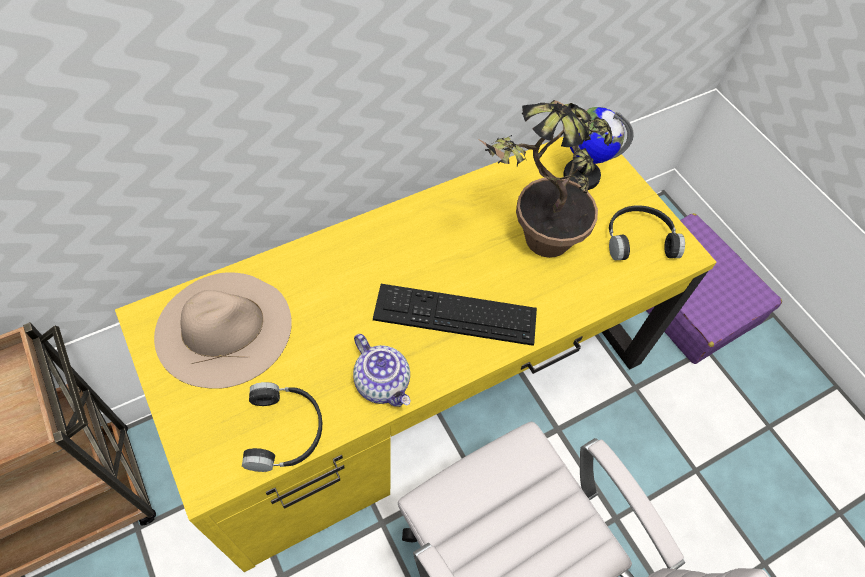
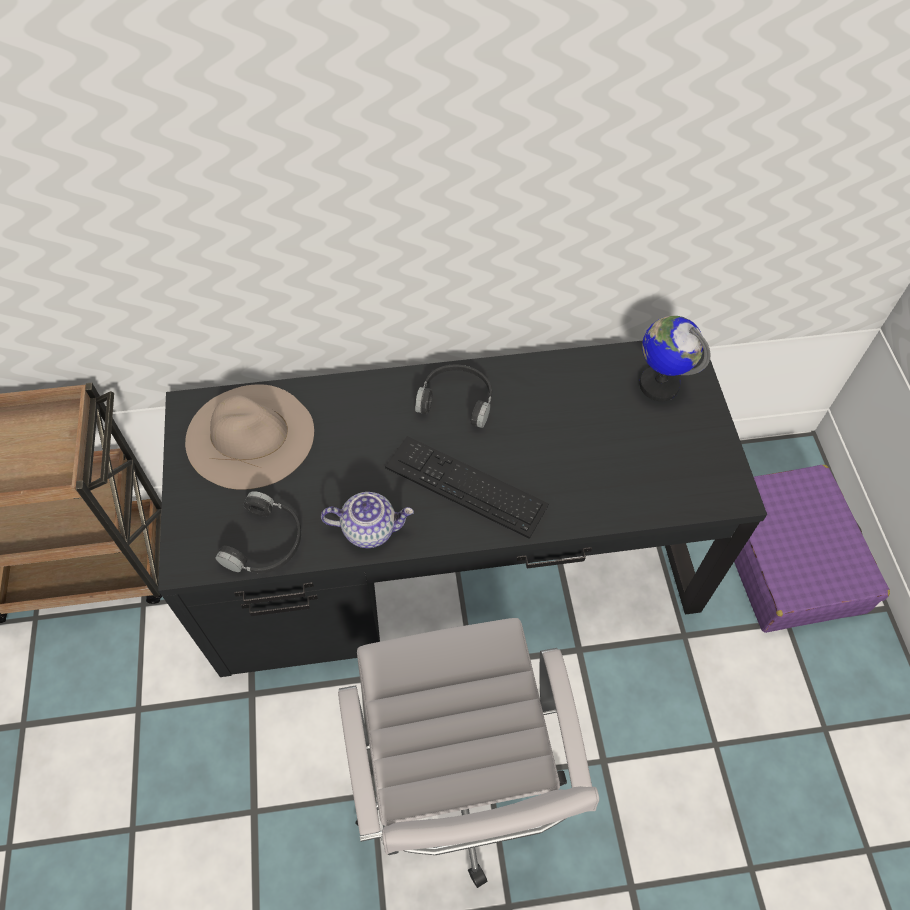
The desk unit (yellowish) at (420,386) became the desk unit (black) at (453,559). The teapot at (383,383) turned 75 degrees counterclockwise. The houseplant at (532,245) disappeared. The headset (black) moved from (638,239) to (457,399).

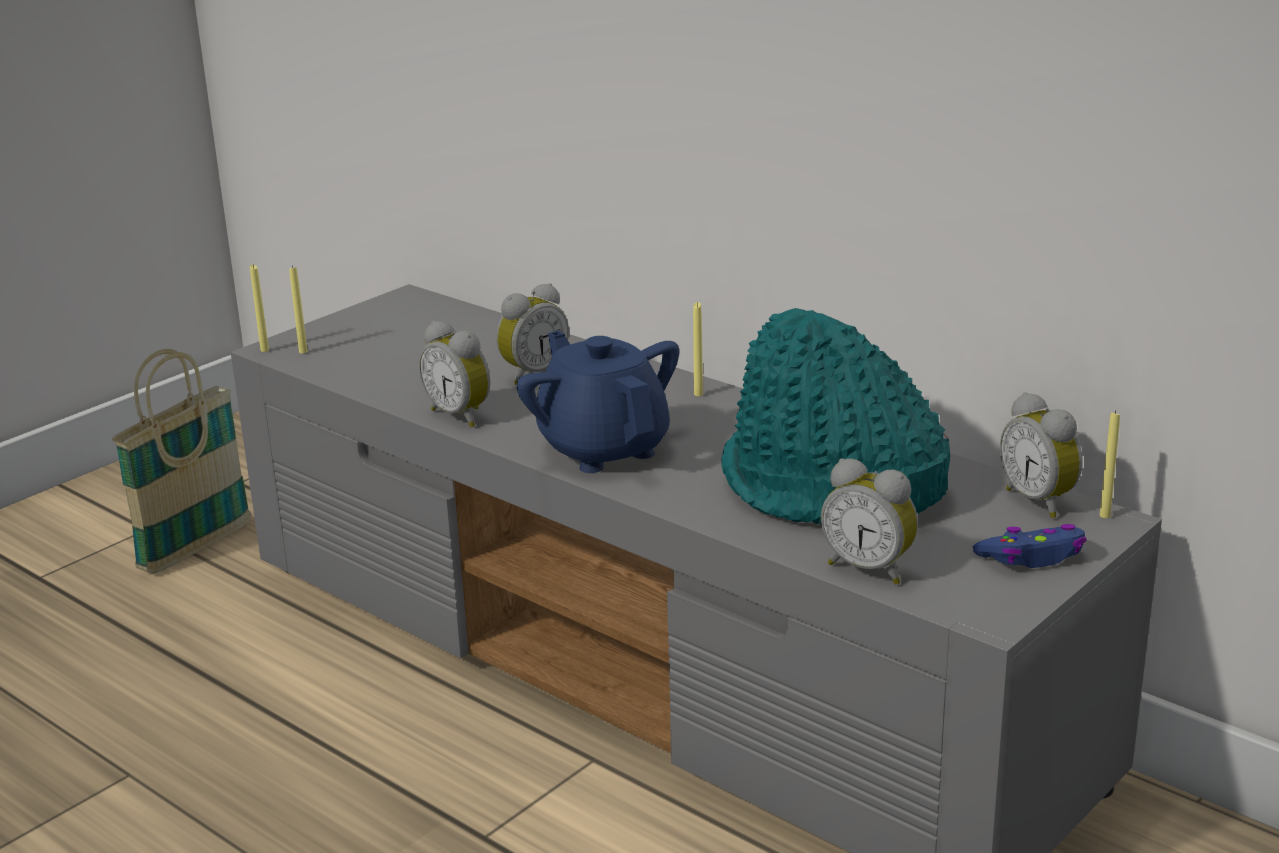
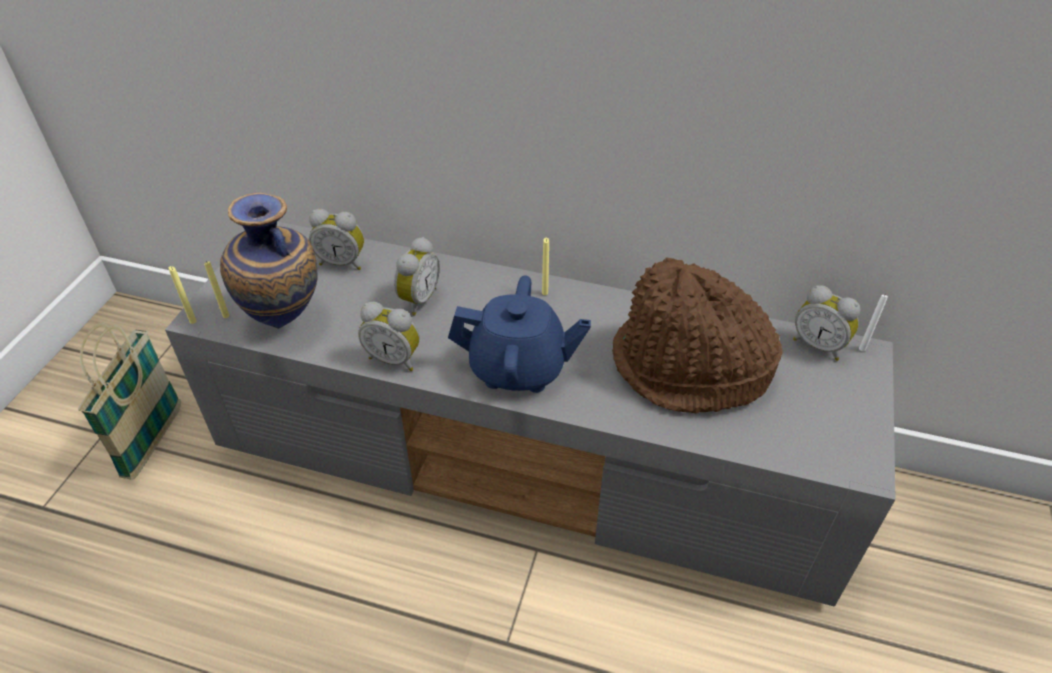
The teapot (bluish) at (603,448) turned 150 degrees clockwise. The clothing hat (turquoise) at (829,488) became the clothing hat (brownish) at (690,368). The alarm clock moved from (870,568) to (342,262). The game controller (bluish) at (1033,557) disappeared. The wax candle (yellowish) at (1104,516) became the wax candle (white) at (862,349). The vase at (286,320) appeared.

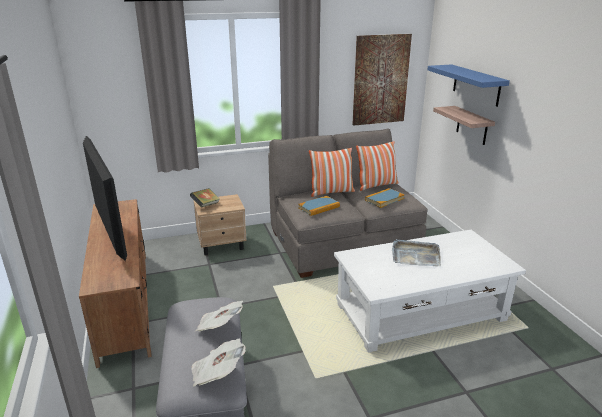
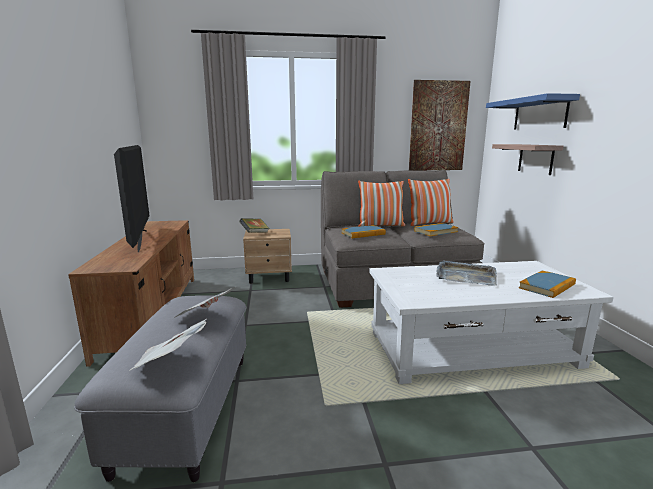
The volume at (547,286) appeared.

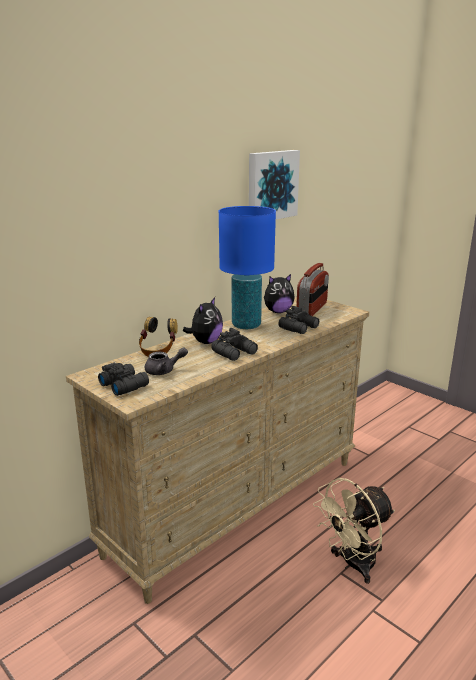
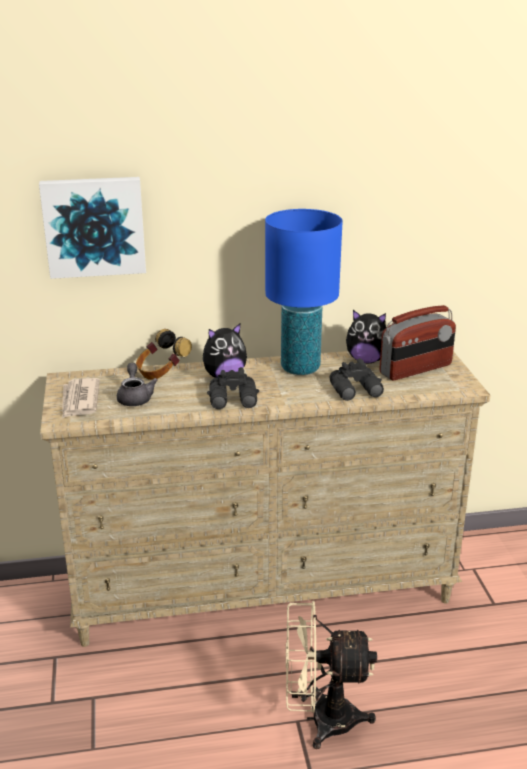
The field glasses (black) at (124,385) was replaced by the newspaper at (79,400). The teapot (greyish) at (164,371) turned 120 degrees counterclockwise. The picture moved from (271,185) to (94,226).

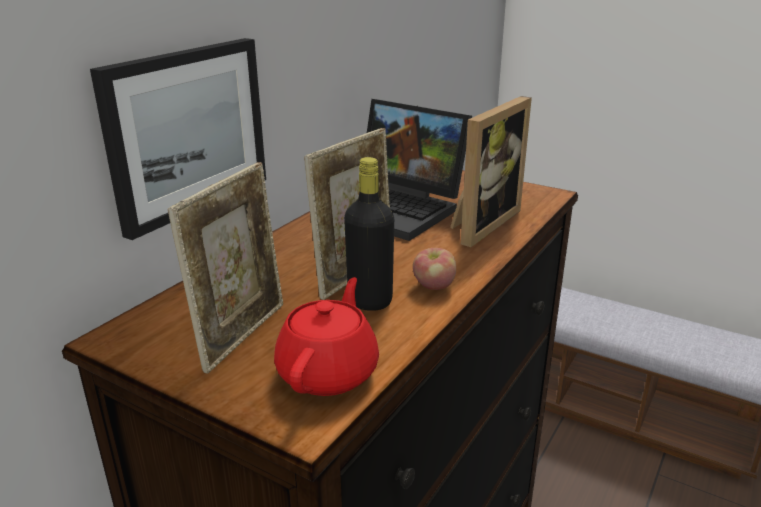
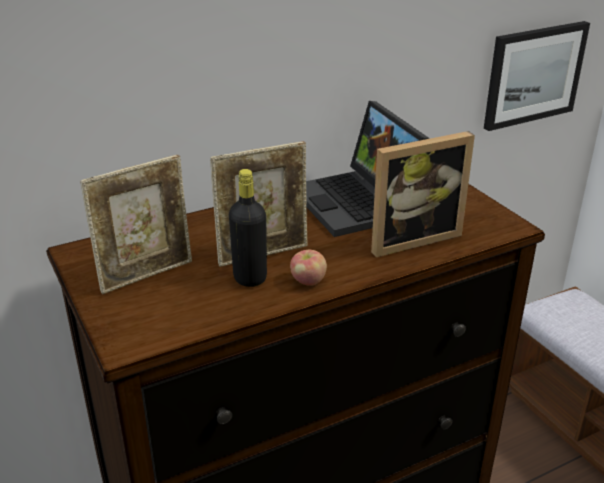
The picture moved from (187,132) to (533,74). The teapot (red-coloured) at (329,372) disappeared.

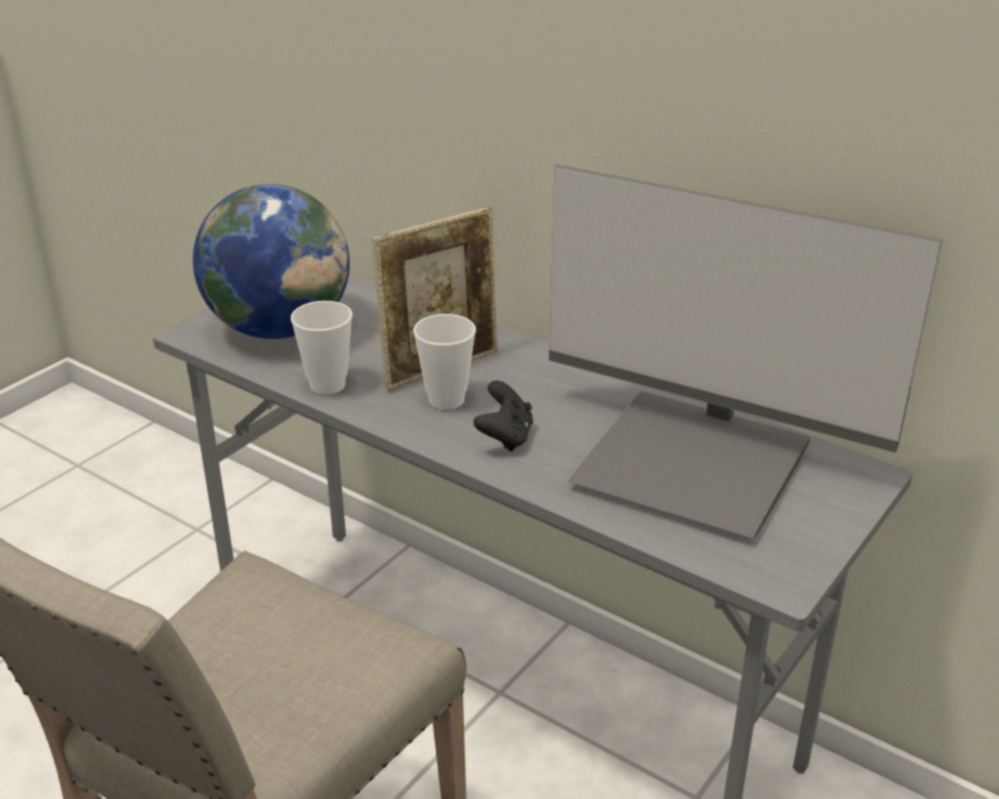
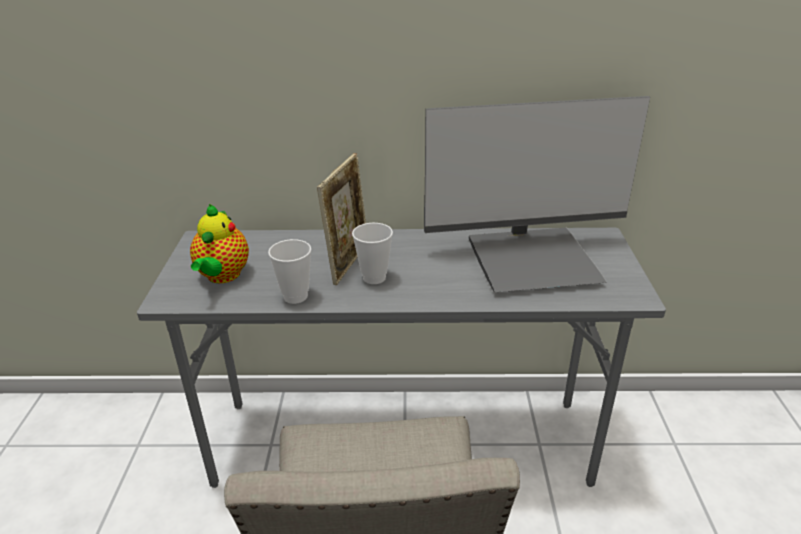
The world globe at (279,328) was replaced by the teapot at (222,276). The game controller (black) at (505,437) disappeared.

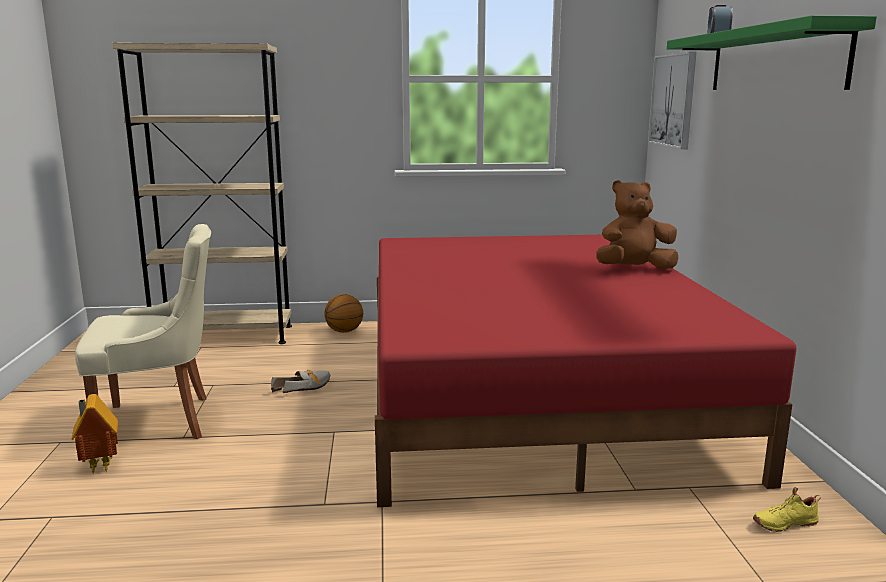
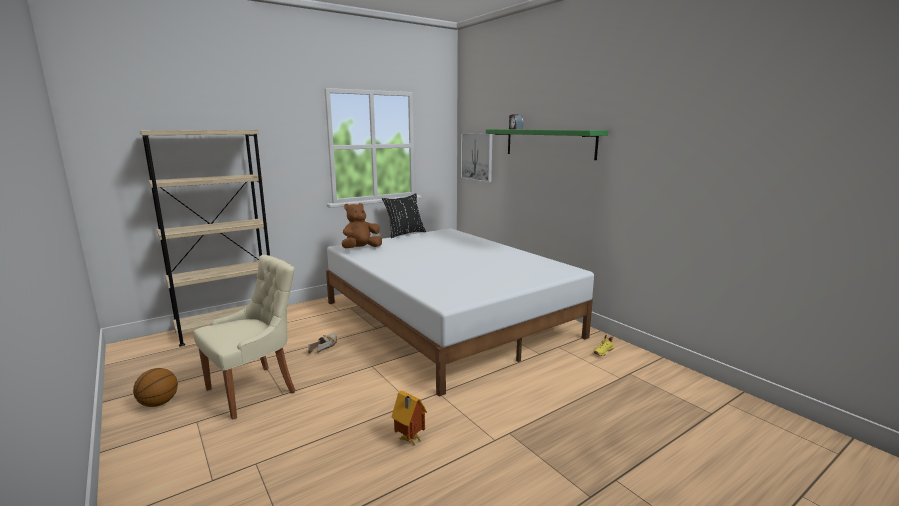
The toy house moved from (98,467) to (409,440). The basketball ball moved from (344,331) to (158,403). The bed (red-coloured) at (530,388) became the bed (white) at (447,318). The soft toy (brownish) moved from (634,269) to (361,249). The cushion (black) at (404,234) appeared.

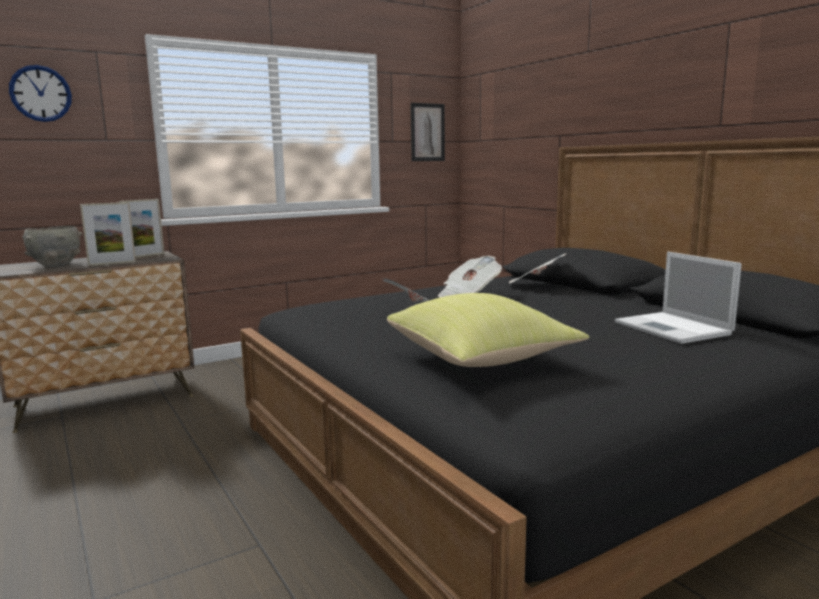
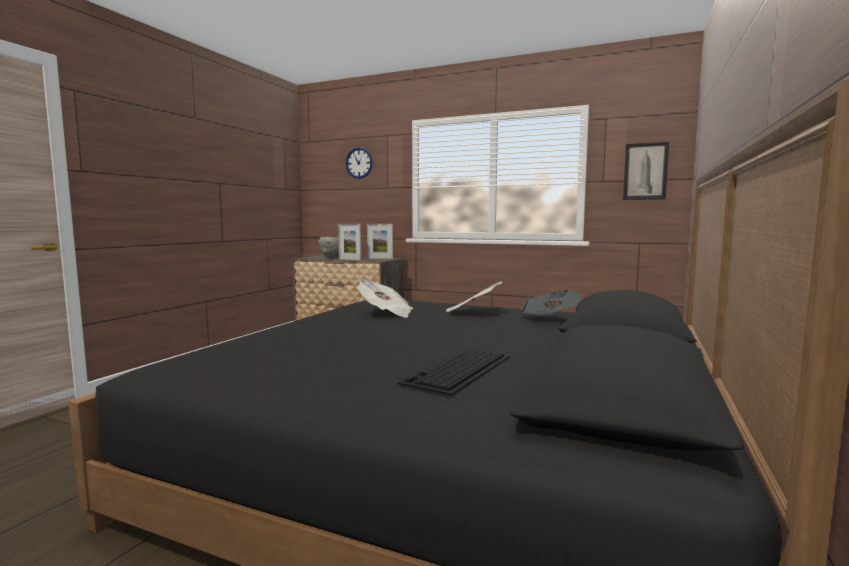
The cushion (yellowish) at (482,360) disappeared. The portable computer at (674,329) was replaced by the computer keyboard at (458,369).

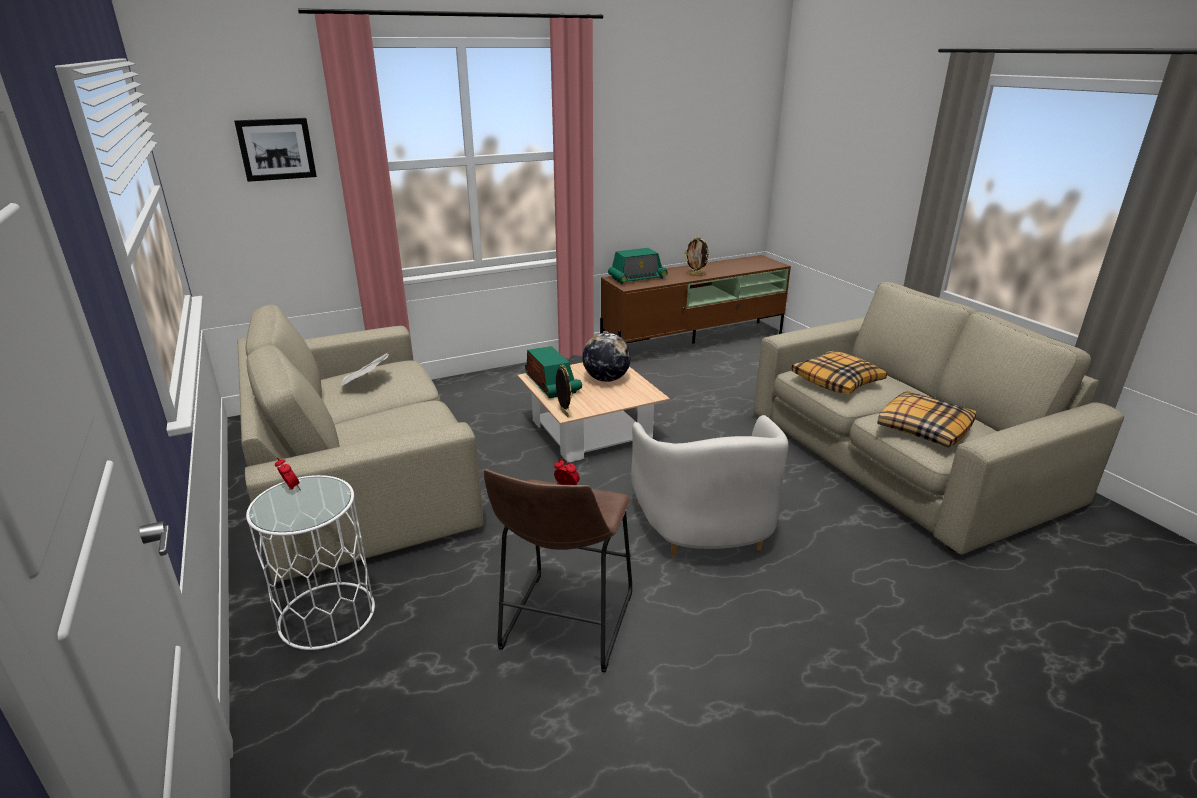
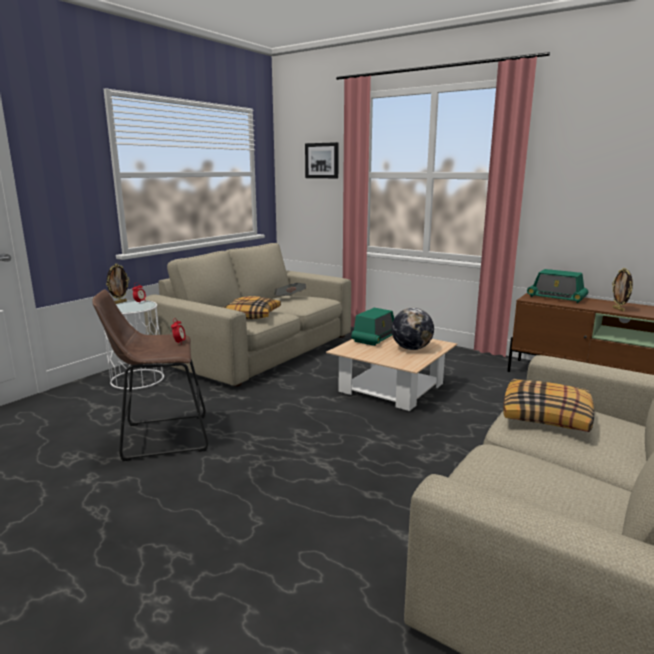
The photo frame moved from (563,413) to (119,302). The armchair (white) at (706,527) disappeared. The cushion moved from (923,428) to (251,315).

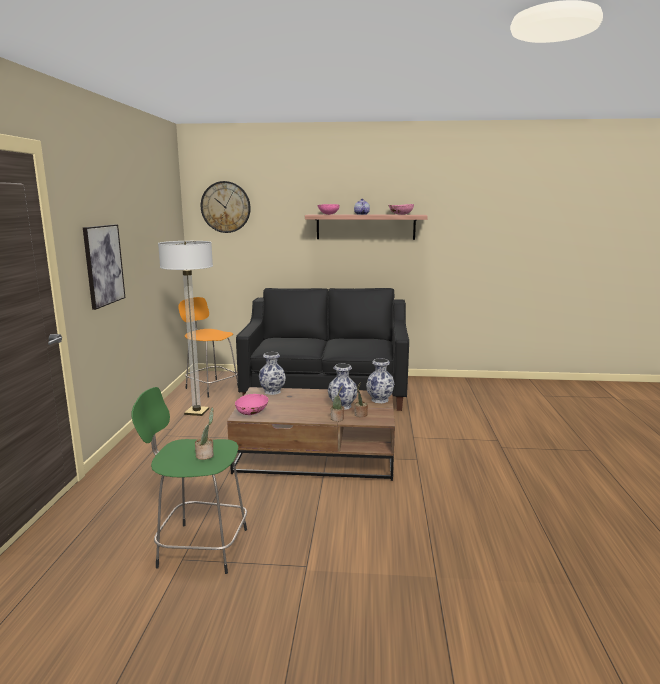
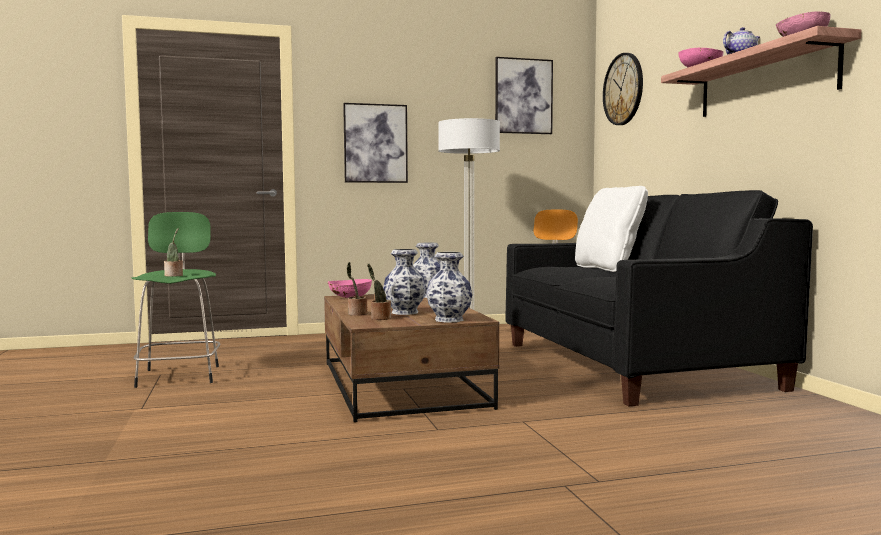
The picture at (523,96) appeared. The cushion (white) at (608,269) appeared.

